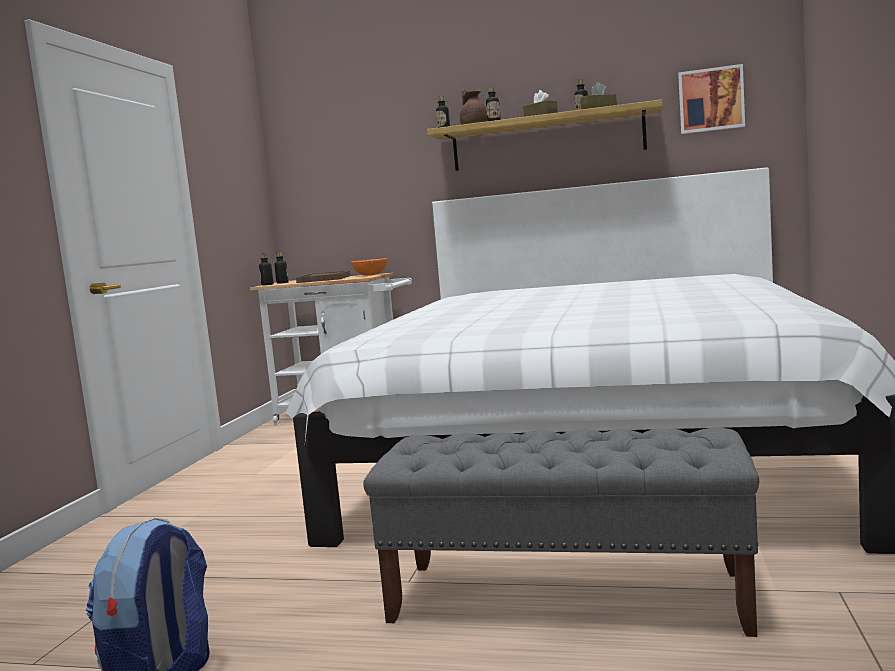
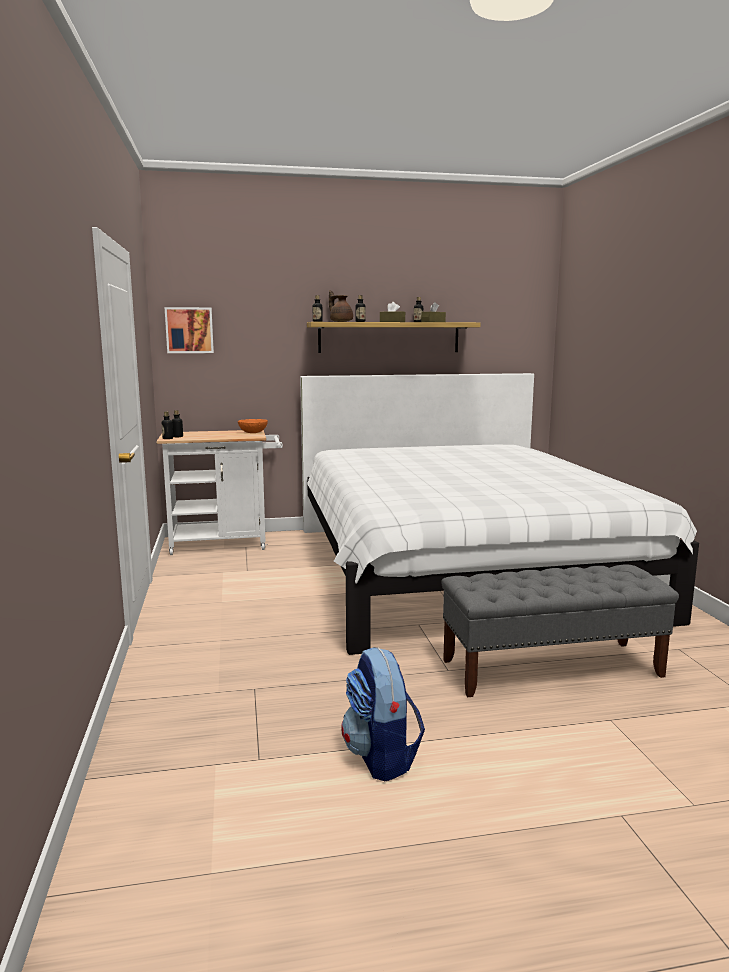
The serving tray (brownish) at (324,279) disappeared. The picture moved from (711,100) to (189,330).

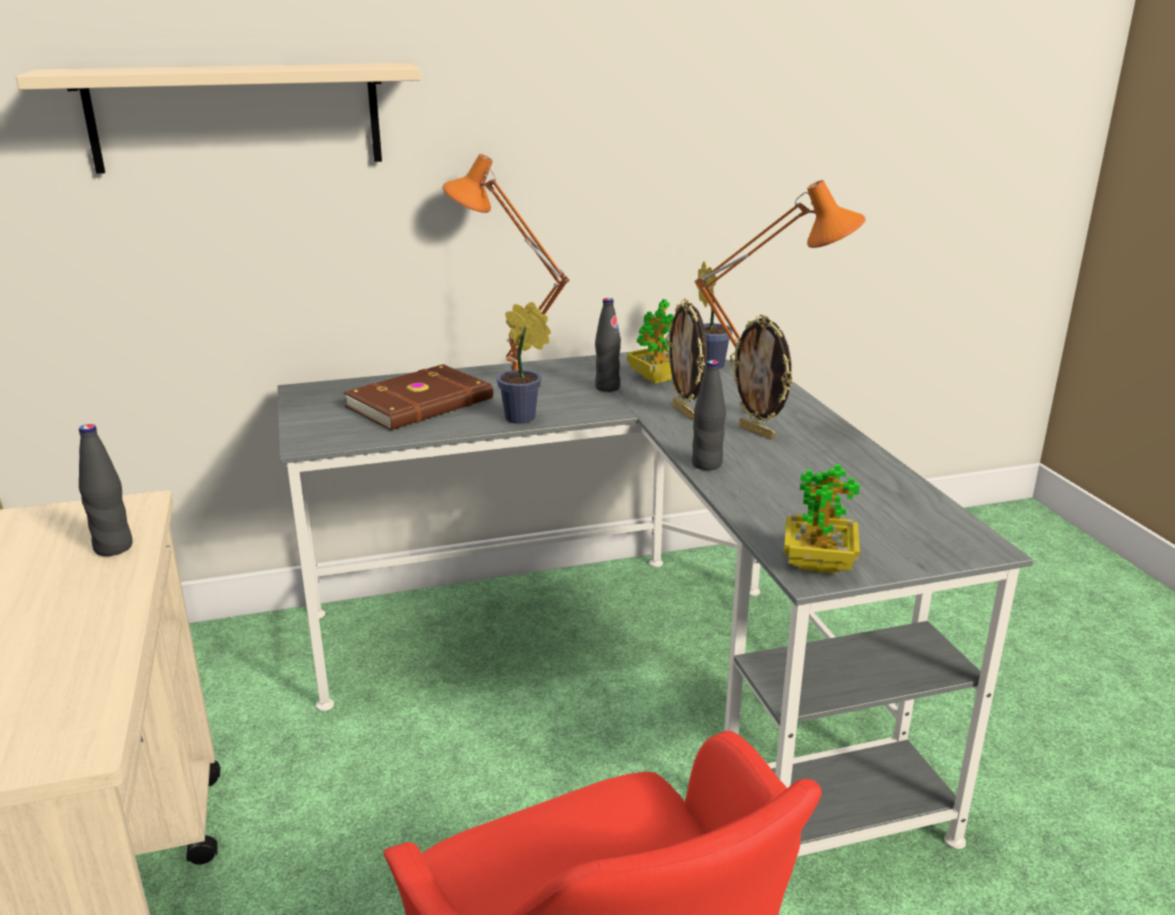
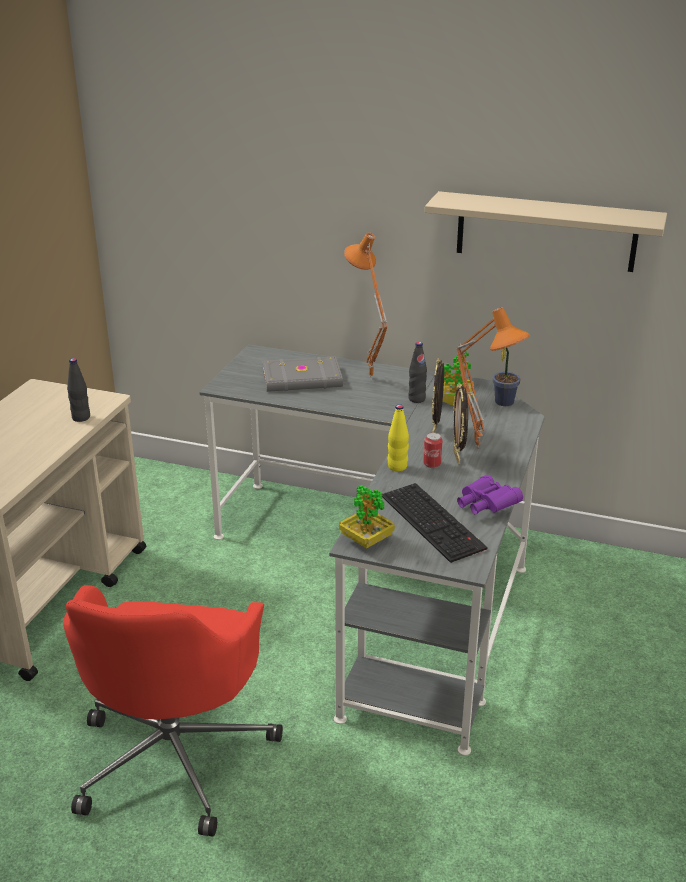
The bracket shelf (beige-coloured) moved from (237,117) to (546,231). The volume (brownish) at (422,404) became the volume (greyish) at (302,379). The houseplant at (524,418) disappeared. The beverage bottle (black) at (707,464) became the beverage bottle (yellowish) at (397,467). The computer keyboard at (434,522) appeared. The sealed can at (432,464) appeared. The field glasses (purple-coloured) at (485,506) appeared.

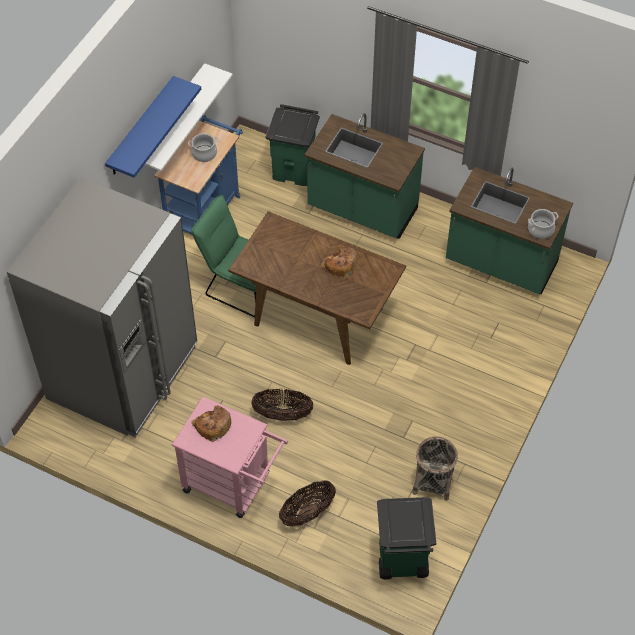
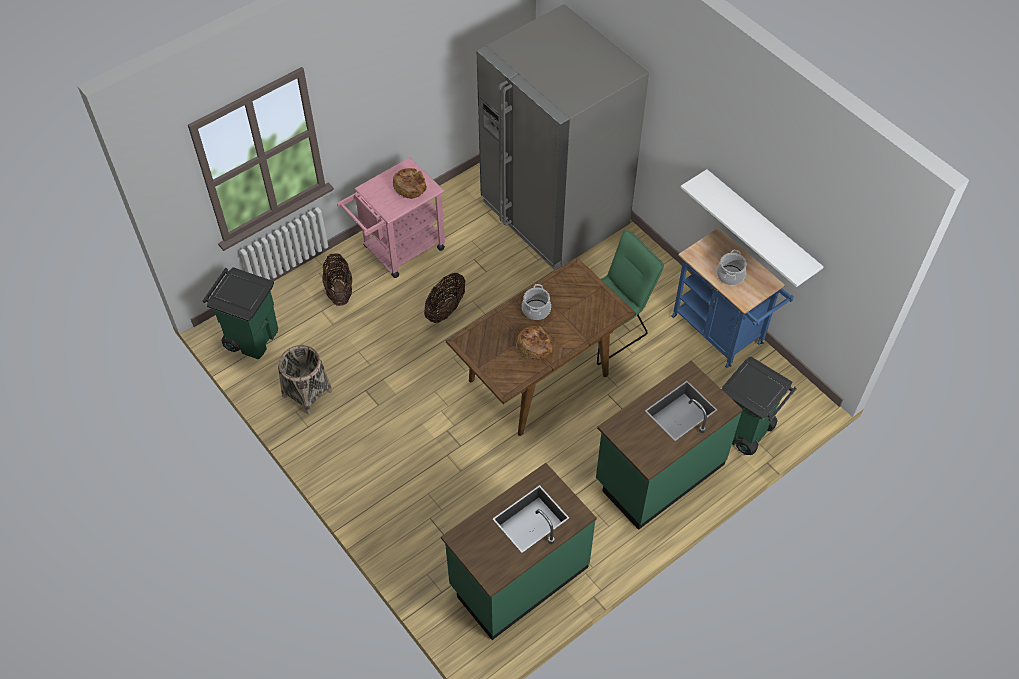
The bracket shelf (bluish) at (141,127) disappeared. The stockpot moved from (540,230) to (536,310).

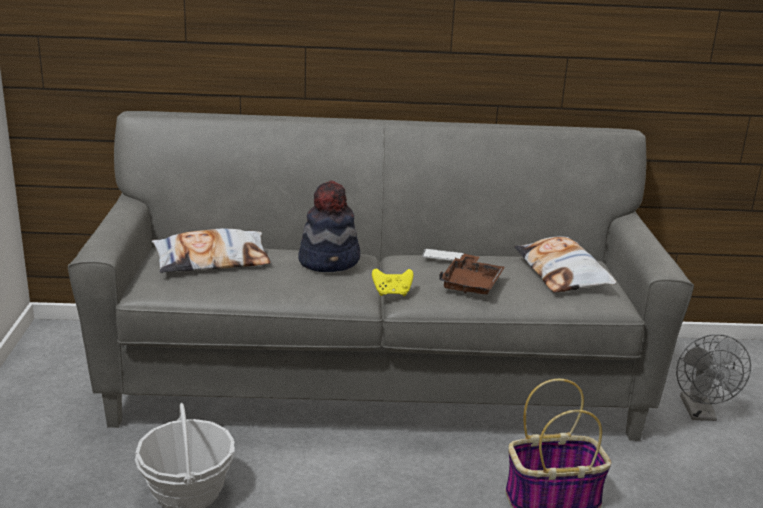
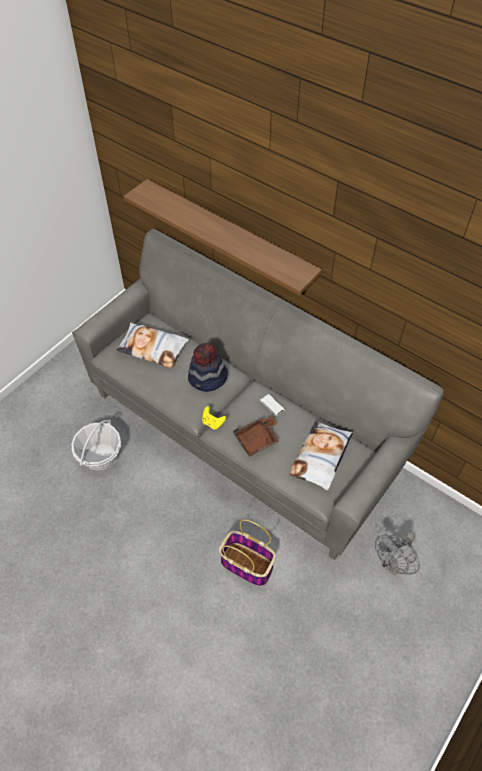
The bracket shelf at (229,237) appeared.

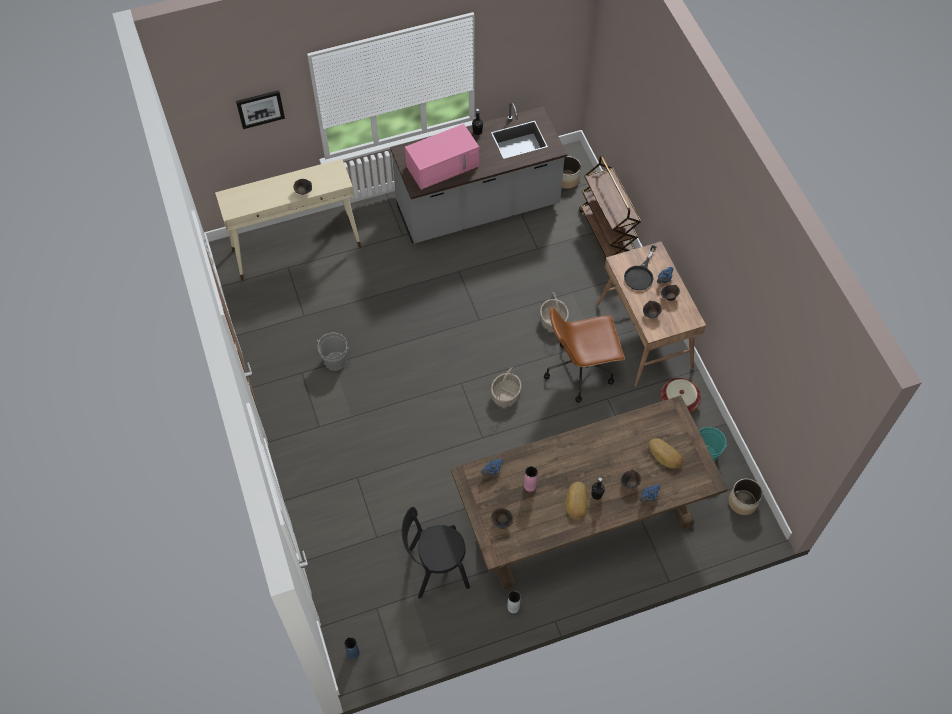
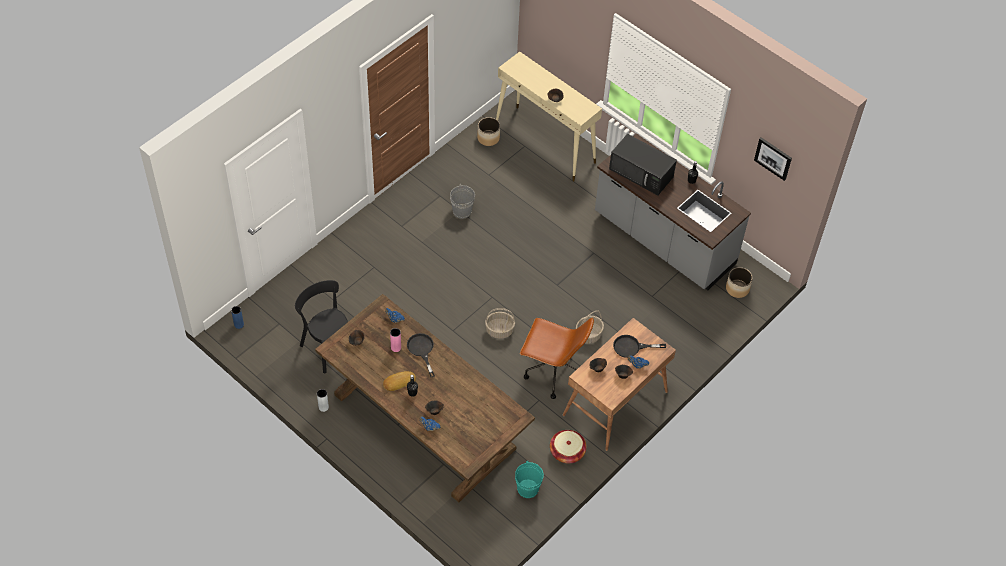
The picture moved from (260,108) to (773,158). The microwave oven (pinkish) at (443,165) became the microwave oven (black) at (642,173). The desk chair (brownish) at (580,370) turned 150 degrees clockwise. The cart (brownish) at (607,234) disappeared. The bread at (664,455) disappeared. The planter moved from (742,502) to (488,138). The frying pan (black) at (421,350) appeared.

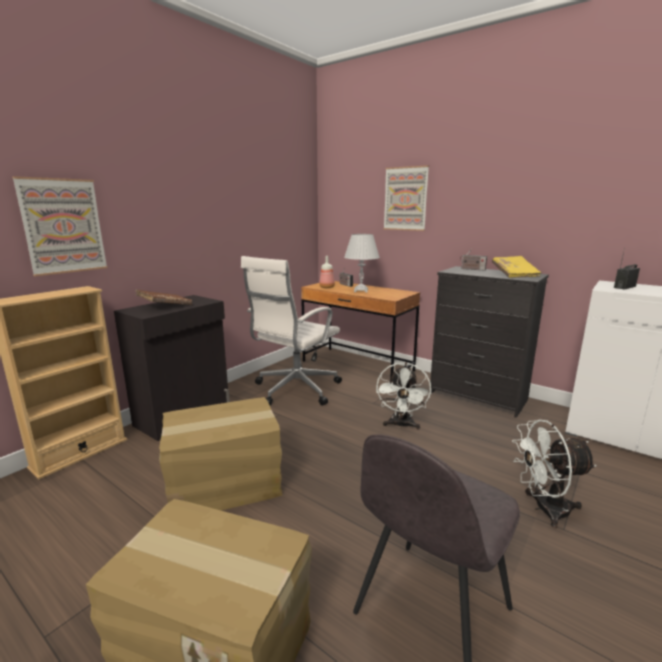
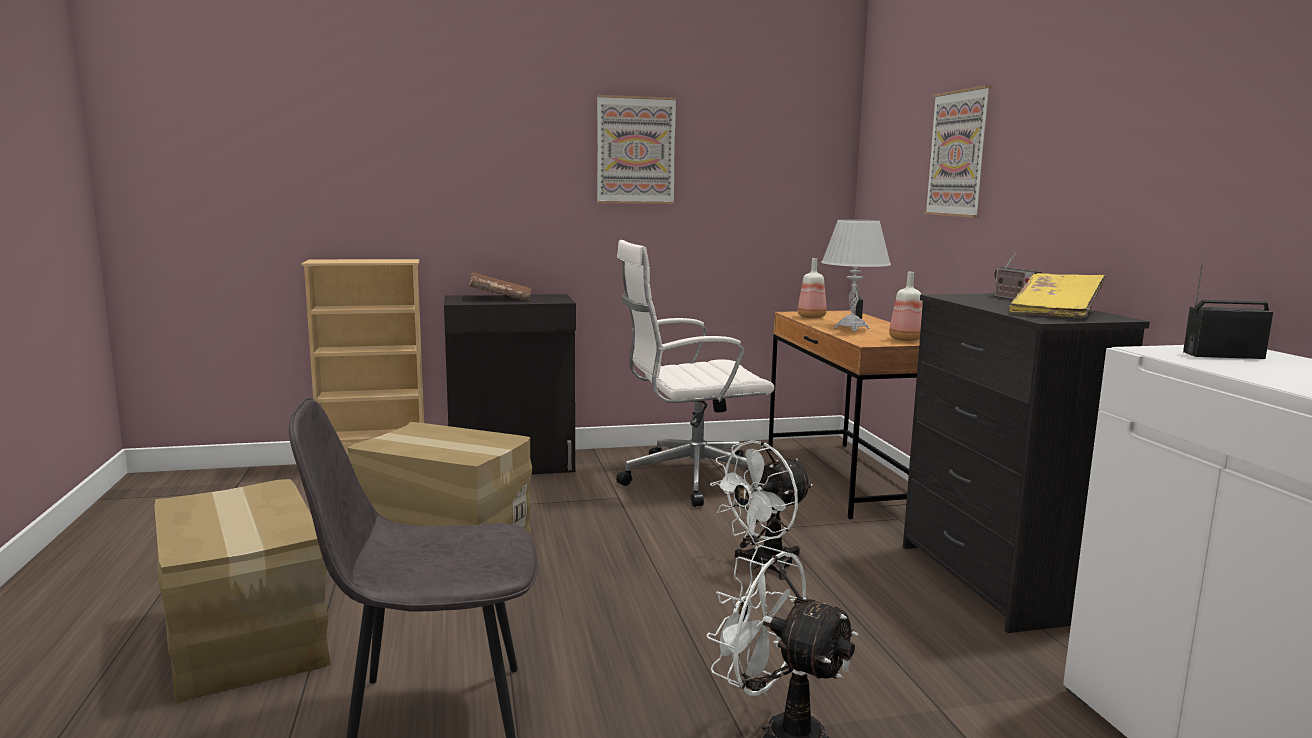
The picture moved from (63,226) to (635,150). The beverage bottle at (905,339) appeared.

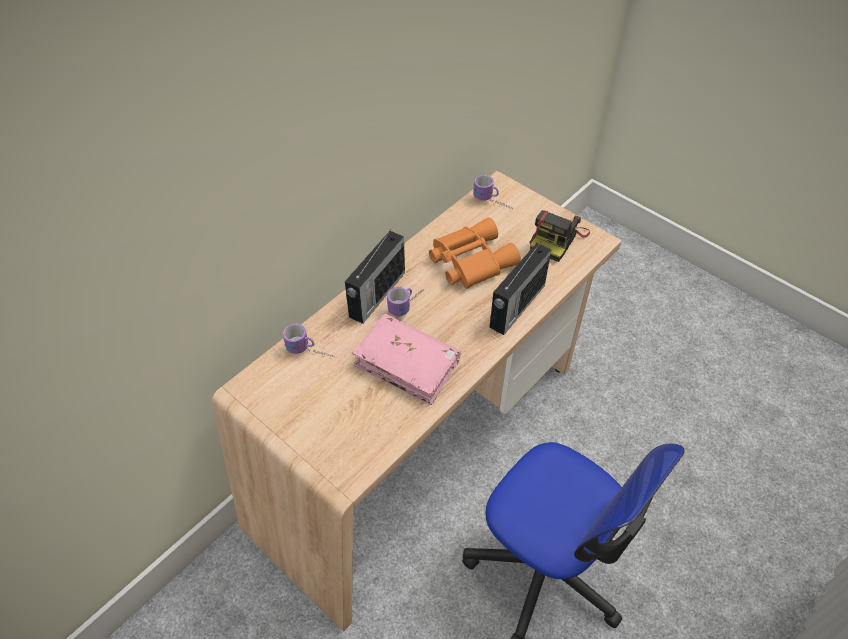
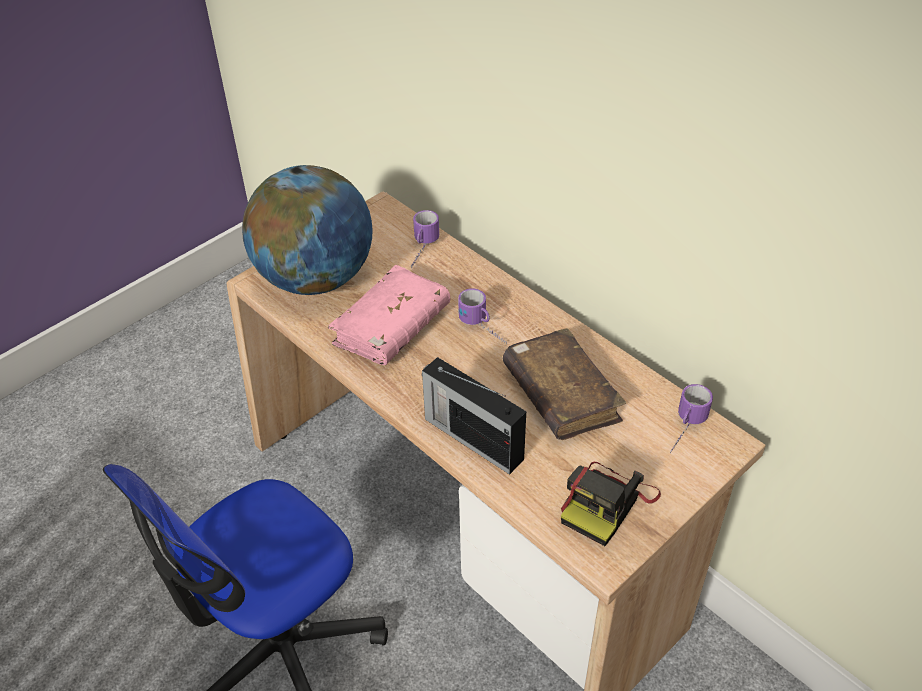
The radio set at (376,295) disappeared. The field glasses (orangey) at (469,260) was replaced by the volume (brownish) at (561,395). The still camera at (557,239) turned 90 degrees counterclockwise. The world globe at (315,278) appeared.

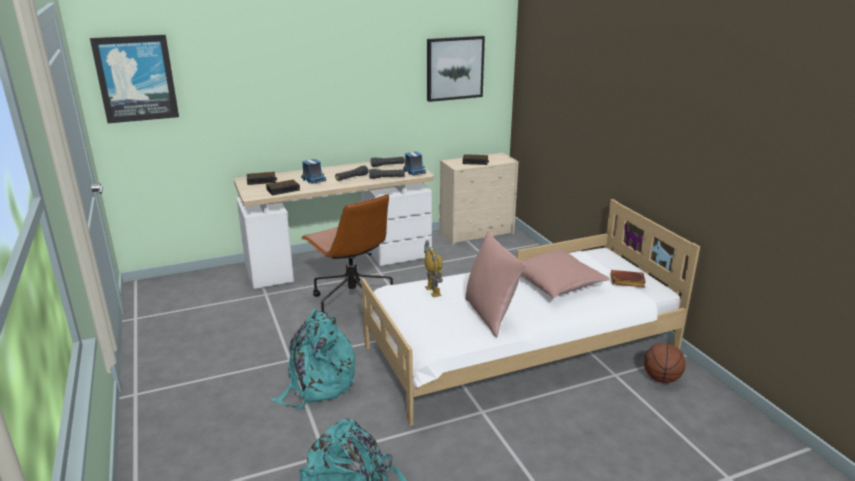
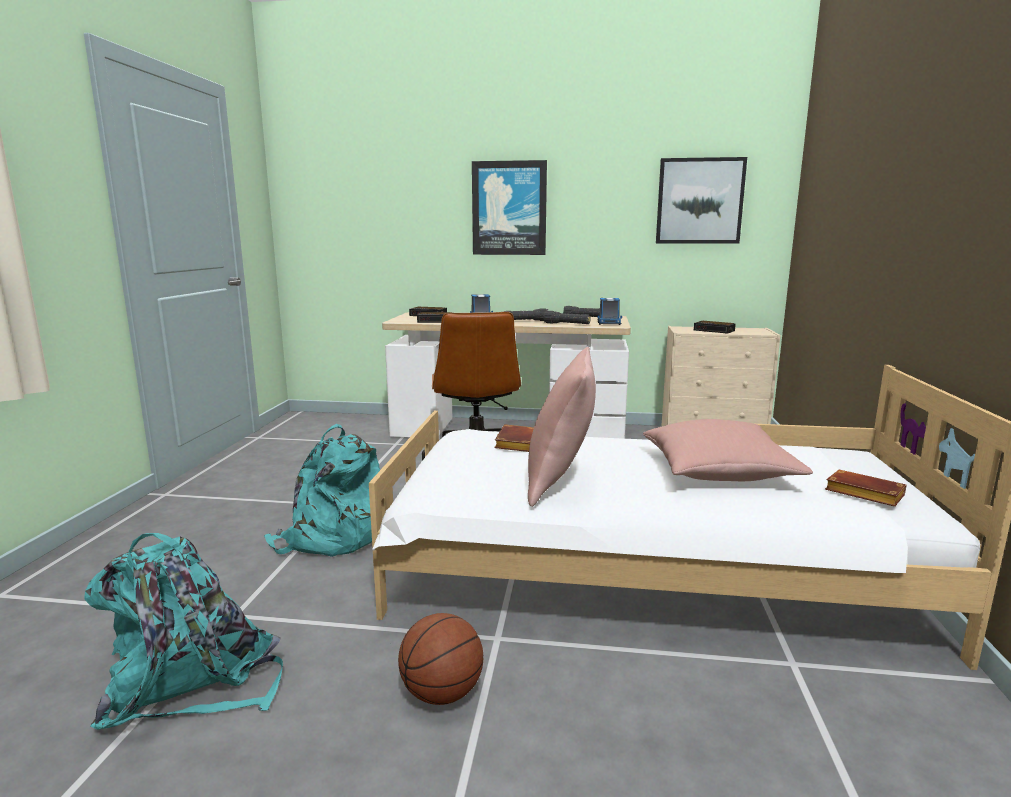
The picture moved from (136,78) to (509,208). The robot figure at (433,291) was replaced by the volume (brownish) at (516,443). The basketball ball moved from (661,379) to (441,694).

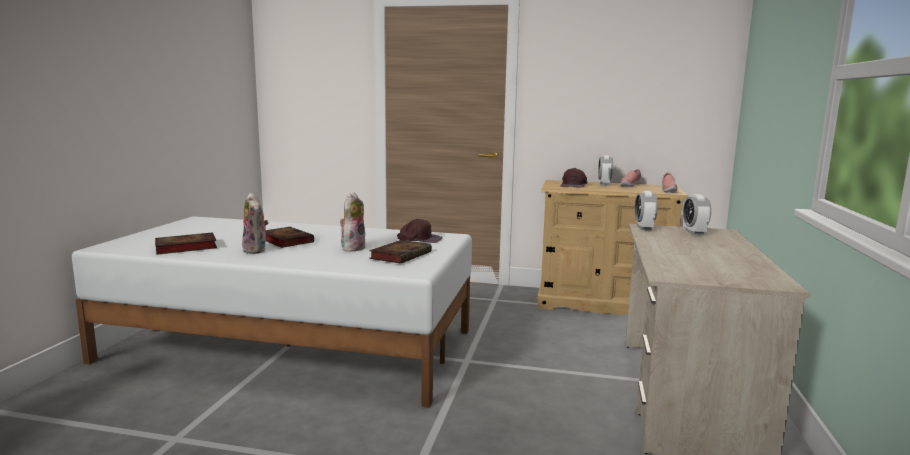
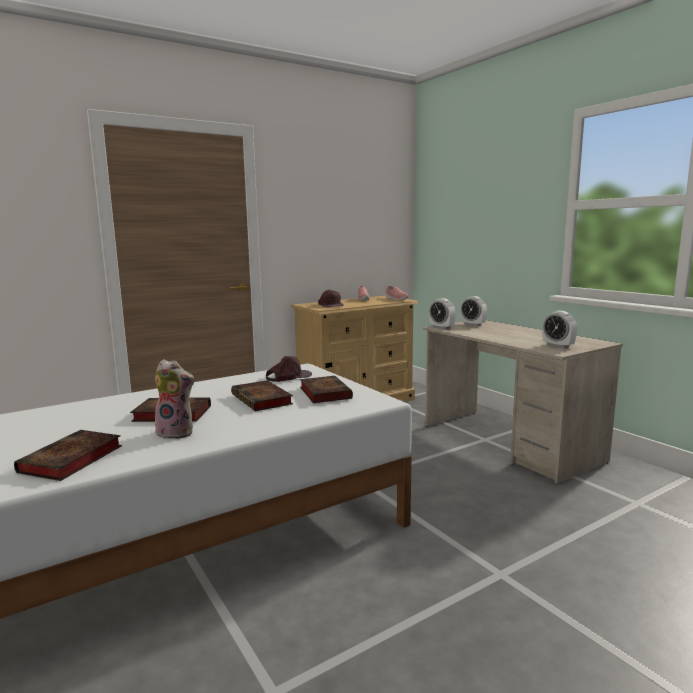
The soft toy at (352,248) was replaced by the volume at (263,400). The alarm clock moved from (604,184) to (558,346).

